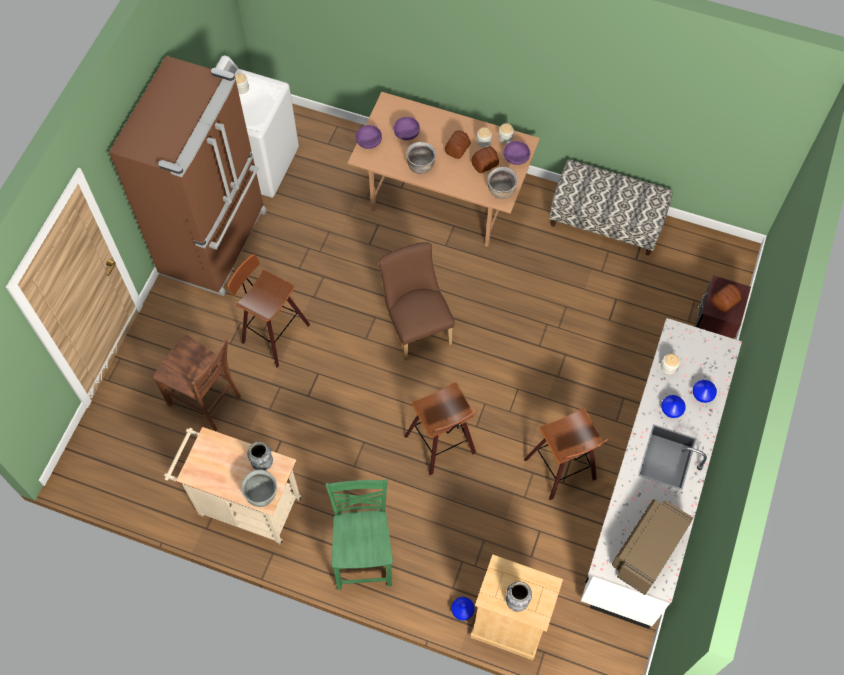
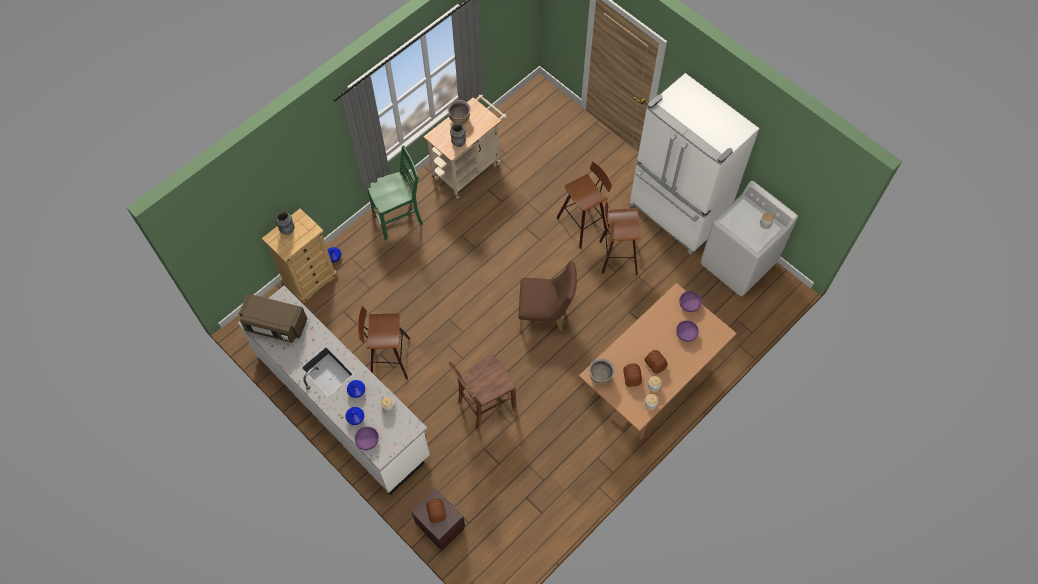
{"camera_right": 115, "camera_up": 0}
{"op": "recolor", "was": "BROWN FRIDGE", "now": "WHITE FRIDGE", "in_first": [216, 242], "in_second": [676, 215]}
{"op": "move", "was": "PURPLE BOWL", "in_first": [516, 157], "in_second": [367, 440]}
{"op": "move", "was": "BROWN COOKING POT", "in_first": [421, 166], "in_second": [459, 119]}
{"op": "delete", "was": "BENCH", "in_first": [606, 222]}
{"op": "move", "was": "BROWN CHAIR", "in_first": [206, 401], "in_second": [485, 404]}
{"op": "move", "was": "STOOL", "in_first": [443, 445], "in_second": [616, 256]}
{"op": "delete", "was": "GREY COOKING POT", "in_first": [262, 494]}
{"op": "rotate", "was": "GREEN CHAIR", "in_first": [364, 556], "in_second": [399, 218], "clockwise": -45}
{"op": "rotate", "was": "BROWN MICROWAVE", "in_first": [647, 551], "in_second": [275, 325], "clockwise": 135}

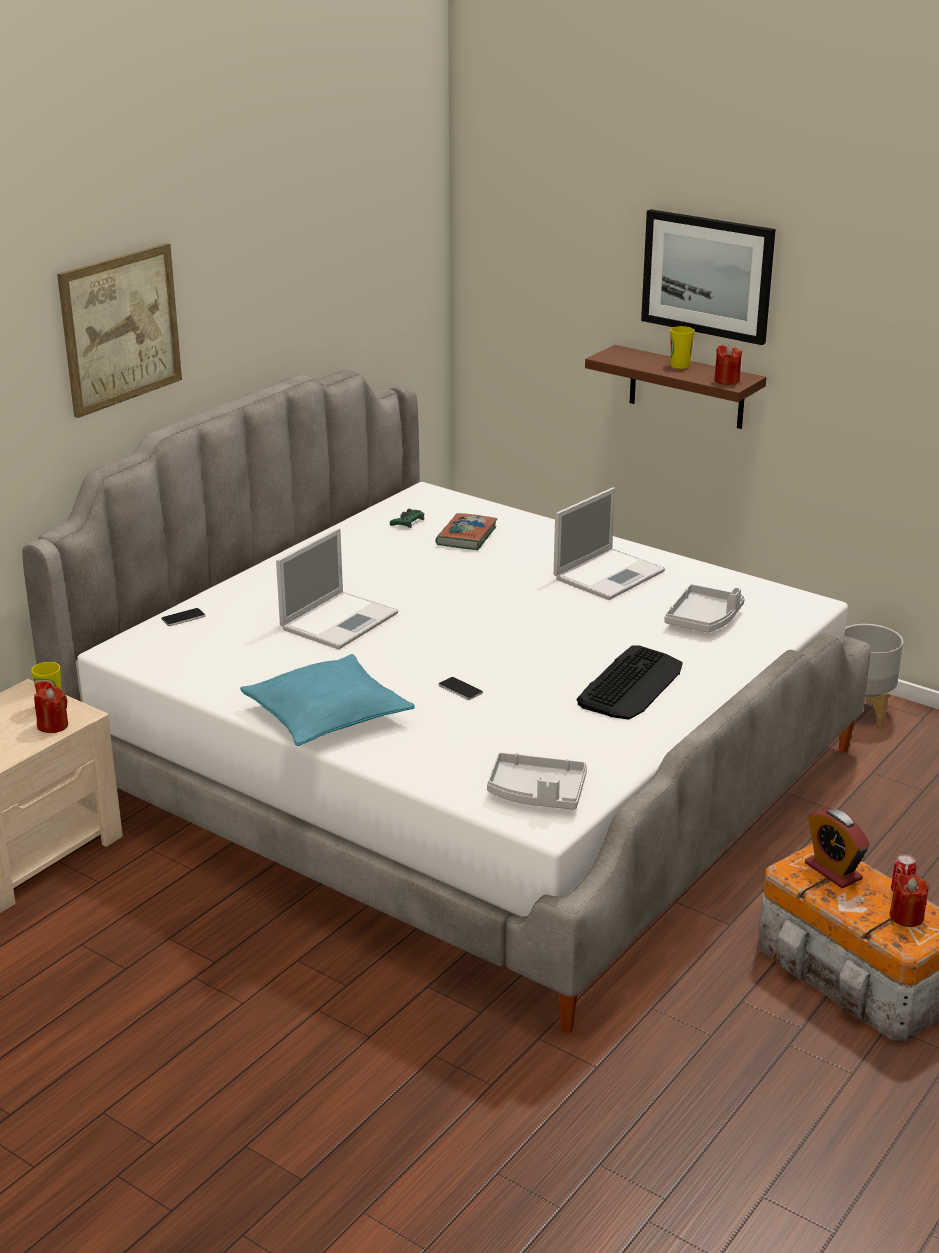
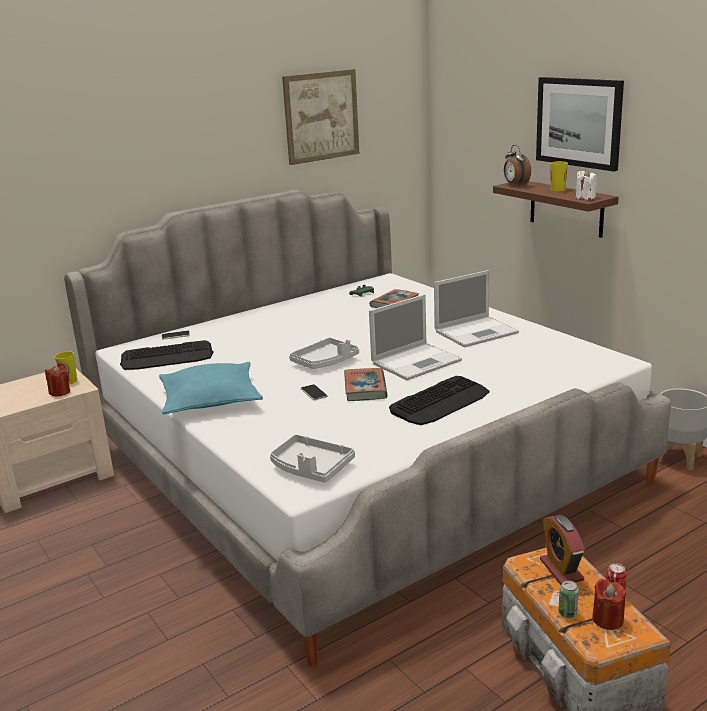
{"camera_right": 20, "camera_up": -5}
{"op": "move", "was": "PICTURE", "in_first": [120, 329], "in_second": [321, 116]}
{"op": "recolor", "was": "RED CANDLE", "now": "WHITE CANDLE", "in_first": [726, 380], "in_second": [585, 197]}
{"op": "move", "was": "LAPTOP", "in_first": [340, 620], "in_second": [417, 361]}
{"op": "move", "was": "GREY TRAY", "in_first": [704, 620], "in_second": [325, 362]}
{"op": "insert", "now": "ALARM CLOCK", "in_second": [515, 185]}
{"op": "insert", "now": "KEYBOARD", "in_second": [167, 357]}
{"op": "insert", "now": "BOOK", "in_second": [365, 388]}
{"op": "insert", "now": "CAN", "in_second": [567, 613]}

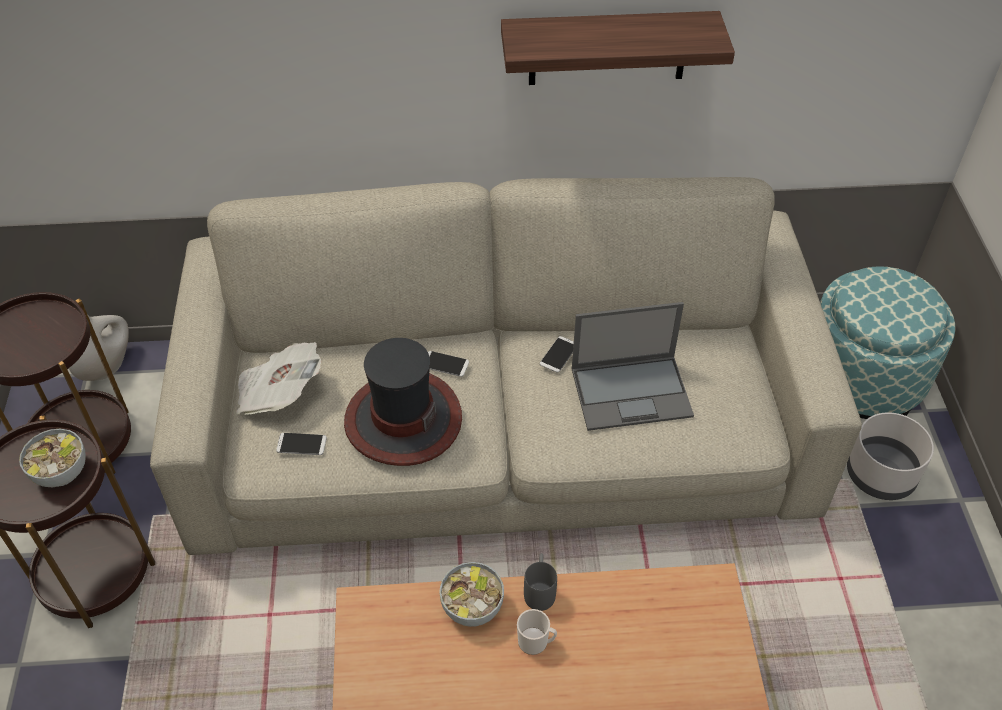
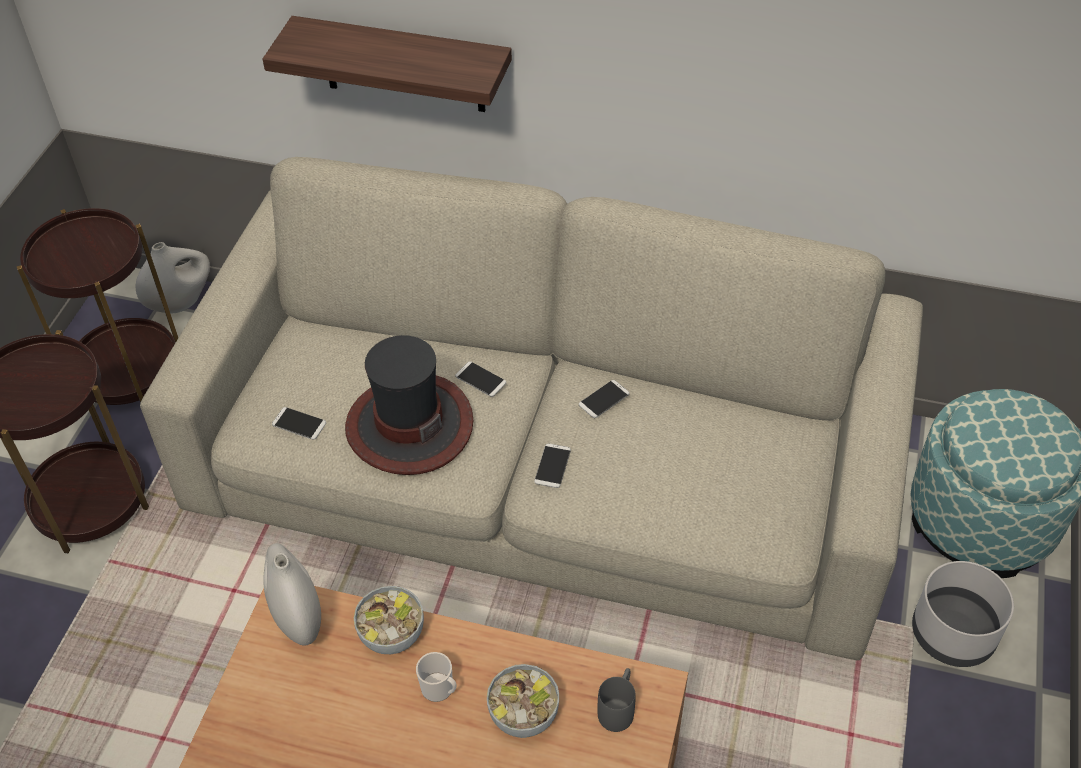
{"camera_right": 20, "camera_up": 0}
{"op": "move", "was": "SHELF", "in_first": [608, 48], "in_second": [403, 65]}
{"op": "delete", "was": "LAPTOP", "in_first": [632, 392]}
{"op": "delete", "was": "NEWSPAPER", "in_first": [279, 394]}
{"op": "move", "was": "BOWL", "in_first": [61, 472], "in_second": [523, 714]}
{"op": "move", "was": "GREY MUG", "in_first": [539, 589], "in_second": [618, 708]}
{"op": "insert", "now": "PHONE", "in_second": [552, 466]}
{"op": "insert", "now": "WHITE VASE", "in_second": [297, 617]}

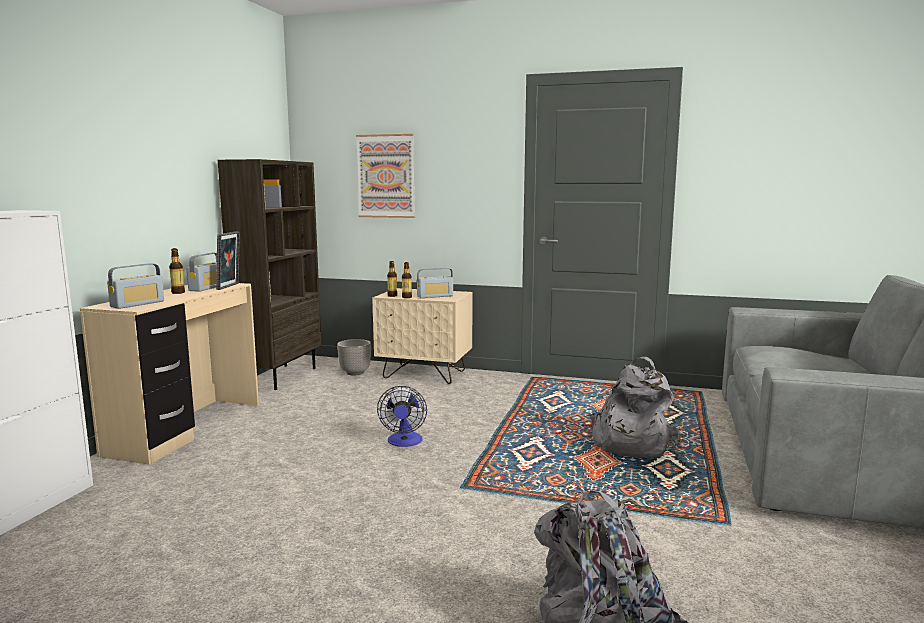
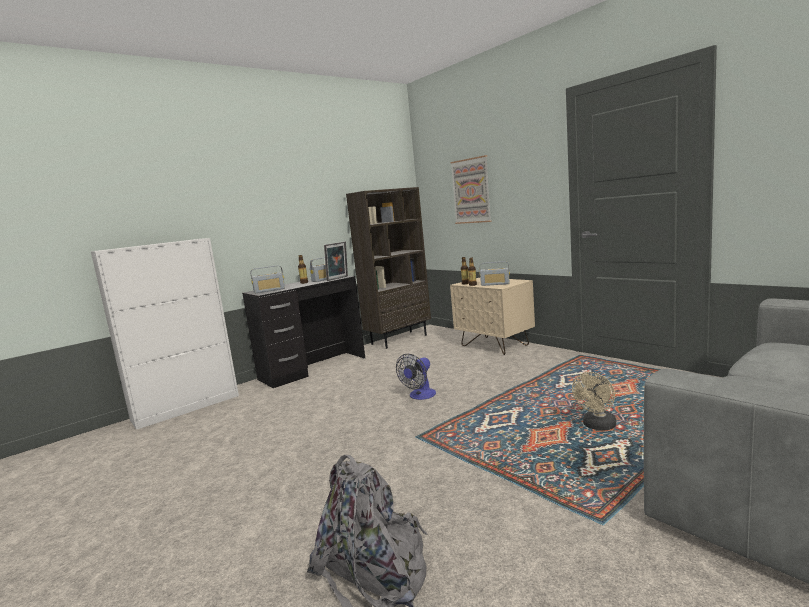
{"camera_right": 35, "camera_up": 0}
{"op": "recolor", "was": "BEIGE DESK", "now": "BLACK DESK", "in_first": [188, 428], "in_second": [314, 369]}
{"op": "delete", "was": "PLANTER", "in_first": [354, 373]}
{"op": "replace", "was": "GREY BACKPACK", "now": "BEIGE FAN", "in_first": [629, 443], "in_second": [597, 426]}

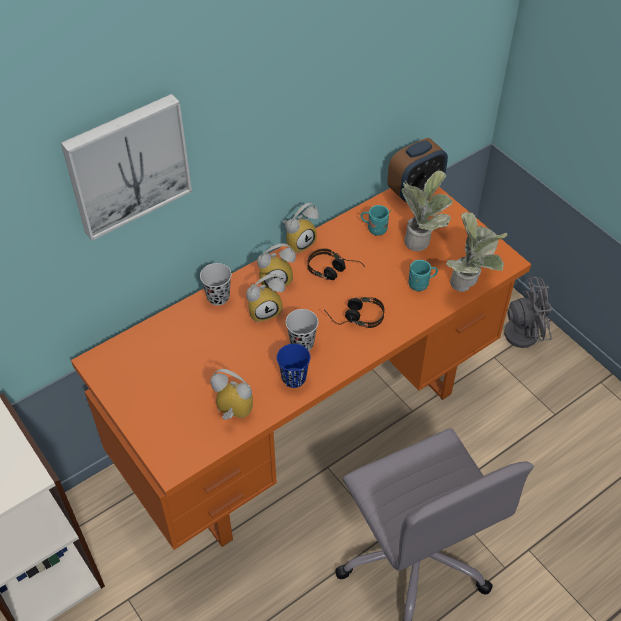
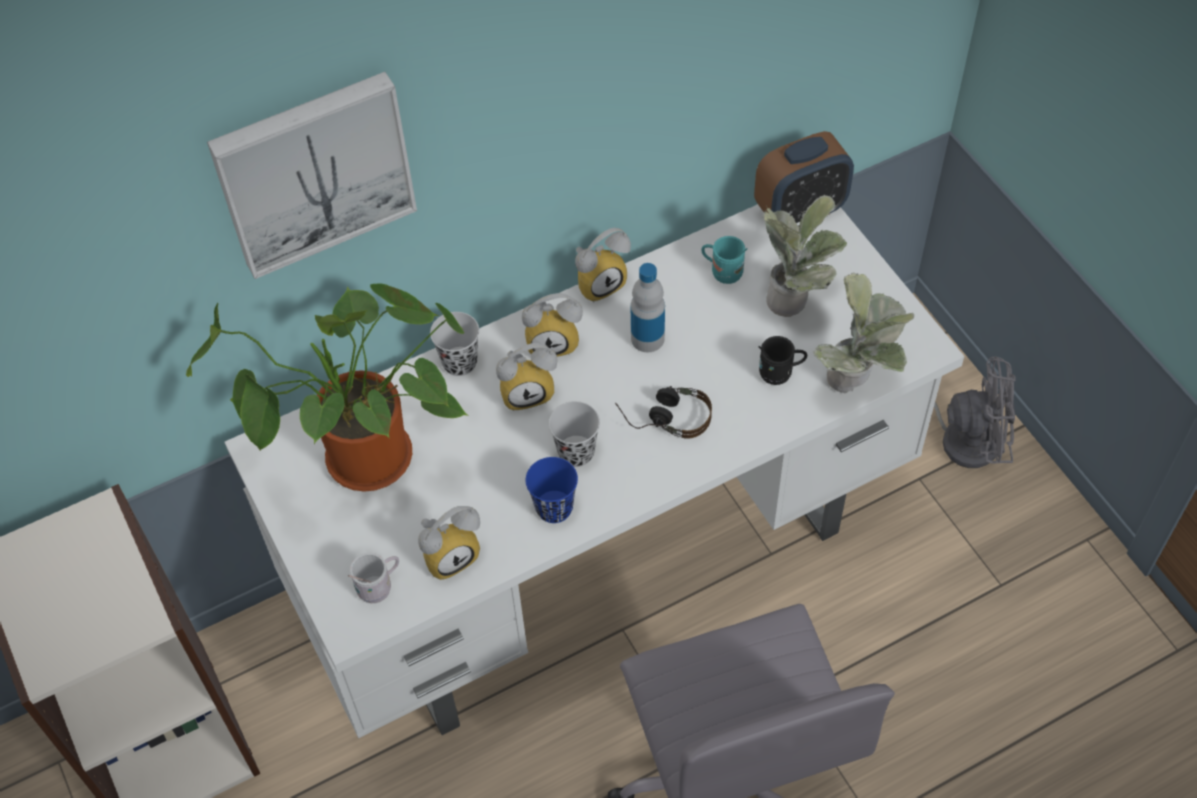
{"camera_right": 10, "camera_up": 5}
{"op": "recolor", "was": "ORANGE DESK", "now": "WHITE DESK", "in_first": [310, 426], "in_second": [605, 560]}
{"op": "replace", "was": "HEADPHONES", "now": "BOTTLE", "in_first": [335, 272], "in_second": [647, 338]}
{"op": "recolor", "was": "TURQUOISE MUG", "now": "BLACK MUG", "in_first": [421, 284], "in_second": [780, 373]}
{"op": "rotate", "was": "ALARM CLOCK", "in_first": [231, 413], "in_second": [450, 554], "clockwise": 120}
{"op": "insert", "now": "POTTED PLANT", "in_second": [362, 466]}
{"op": "insert", "now": "WHITE MUG", "in_second": [379, 586]}

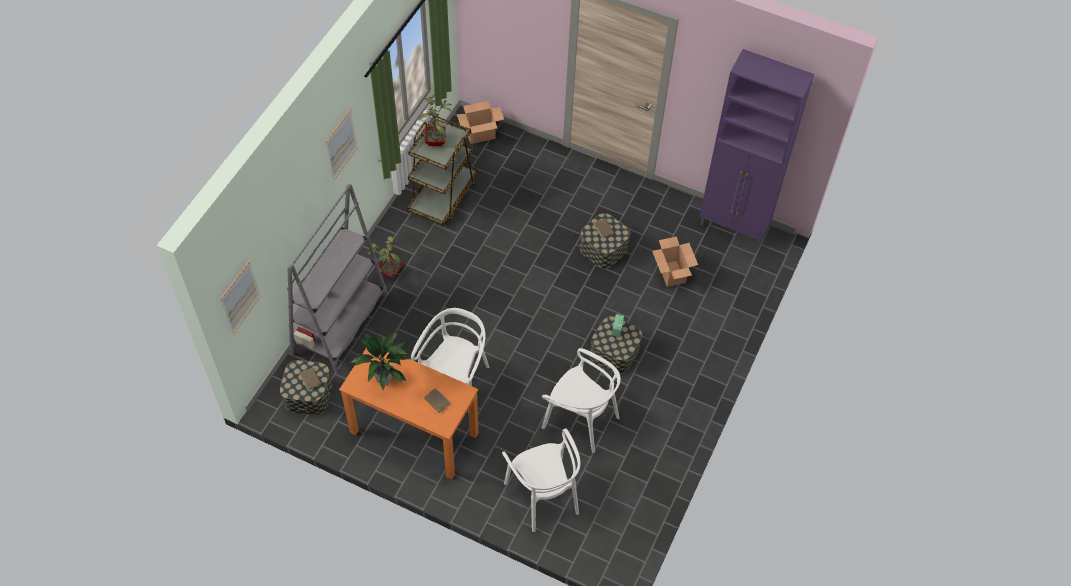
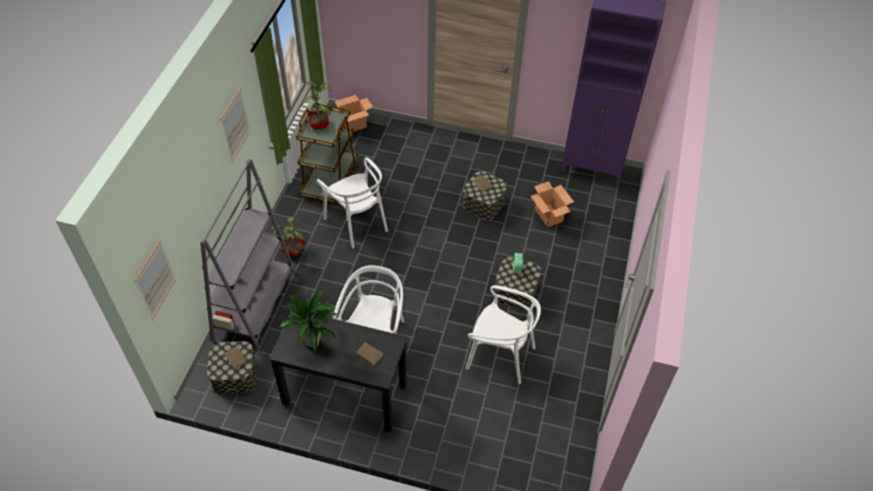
{"camera_right": -10, "camera_up": -5}
{"op": "recolor", "was": "ORANGE DESK", "now": "BLACK DESK", "in_first": [413, 432], "in_second": [344, 394]}
{"op": "move", "was": "WHITE CHAIR", "in_first": [543, 496], "in_second": [357, 223]}

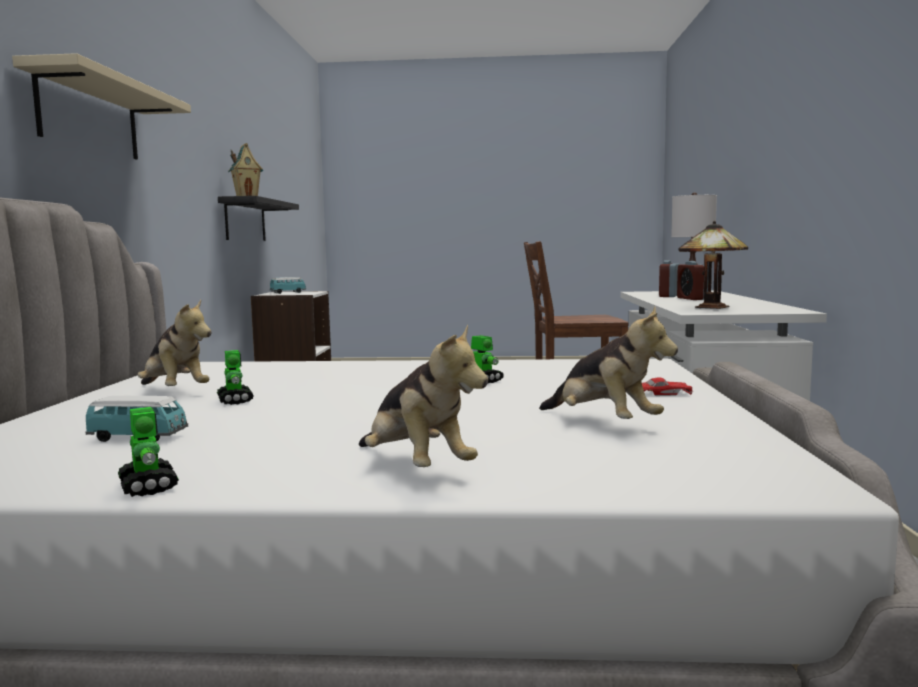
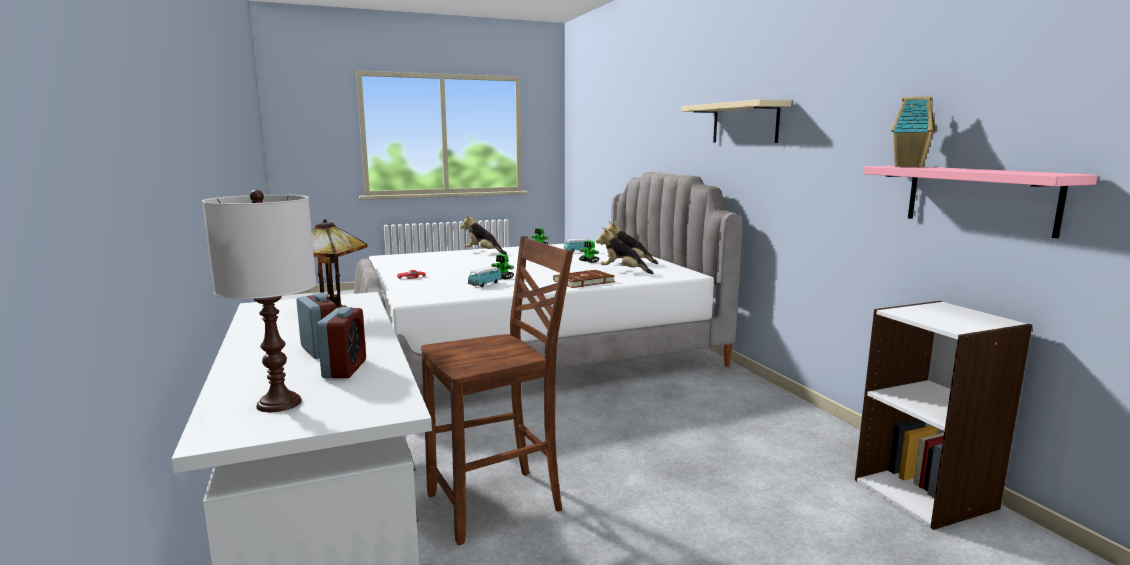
{"camera_right": 155, "camera_up": 5}
{"op": "recolor", "was": "BLACK SHELF", "now": "PINK SHELF", "in_first": [245, 220], "in_second": [979, 198]}
{"op": "move", "was": "TOY CAR", "in_first": [288, 293], "in_second": [485, 284]}
{"op": "move", "was": "PLUSH TOY", "in_first": [603, 423], "in_second": [623, 271]}
{"op": "insert", "now": "BROWN BOOK", "in_second": [583, 281]}

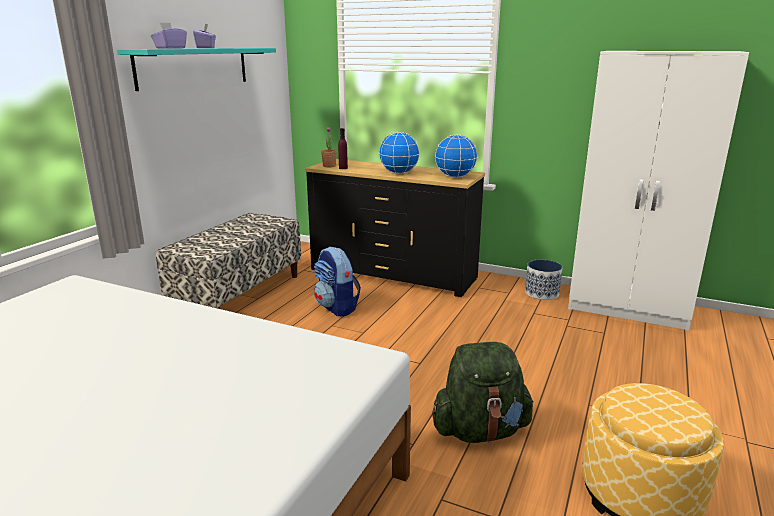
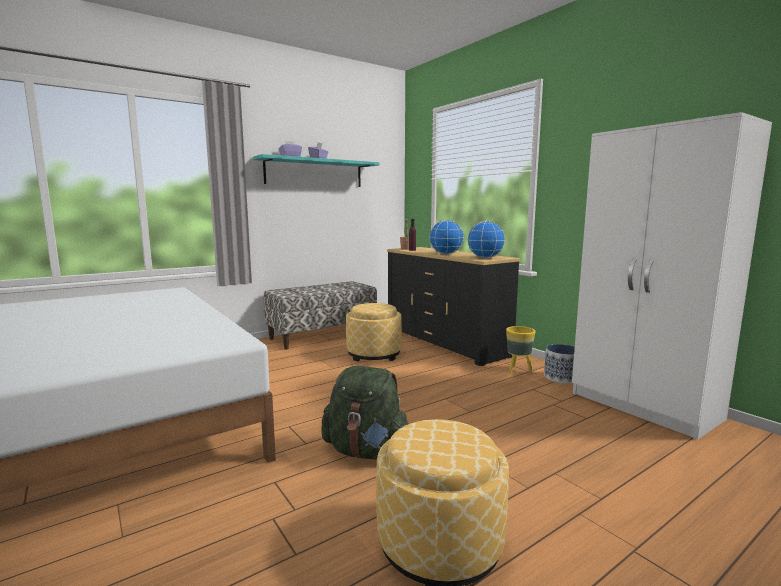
{"camera_right": 30, "camera_up": -10}
{"op": "replace", "was": "BACKPACK", "now": "OTTOMAN", "in_first": [337, 308], "in_second": [374, 354]}
{"op": "insert", "now": "YELLOW PLANTER", "in_second": [518, 370]}

